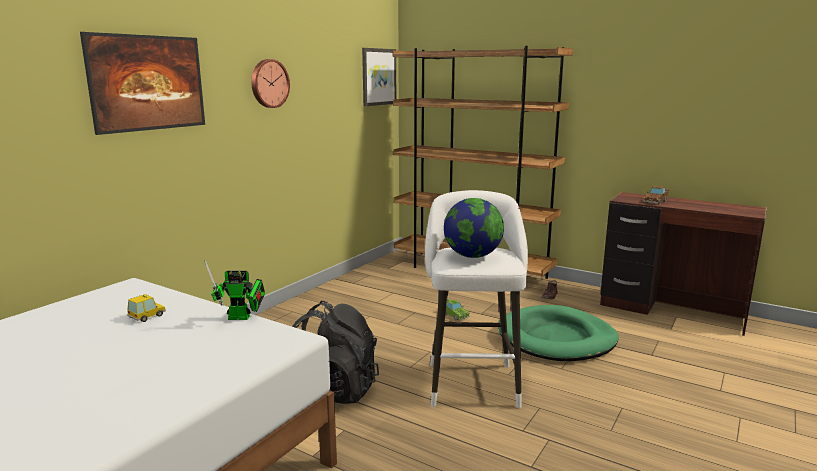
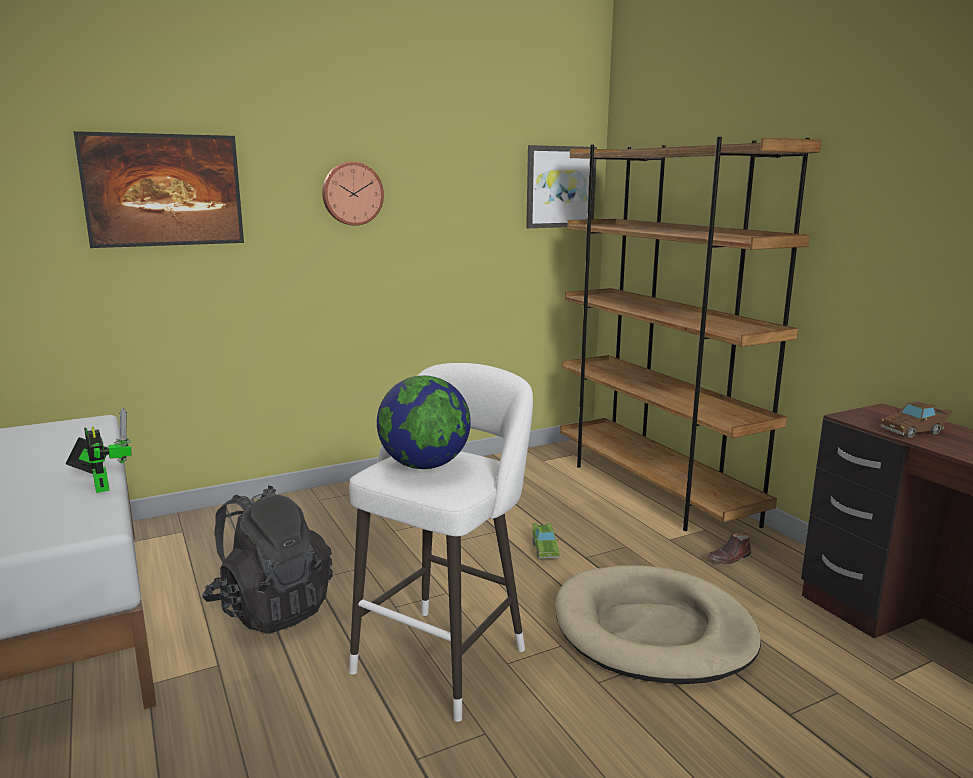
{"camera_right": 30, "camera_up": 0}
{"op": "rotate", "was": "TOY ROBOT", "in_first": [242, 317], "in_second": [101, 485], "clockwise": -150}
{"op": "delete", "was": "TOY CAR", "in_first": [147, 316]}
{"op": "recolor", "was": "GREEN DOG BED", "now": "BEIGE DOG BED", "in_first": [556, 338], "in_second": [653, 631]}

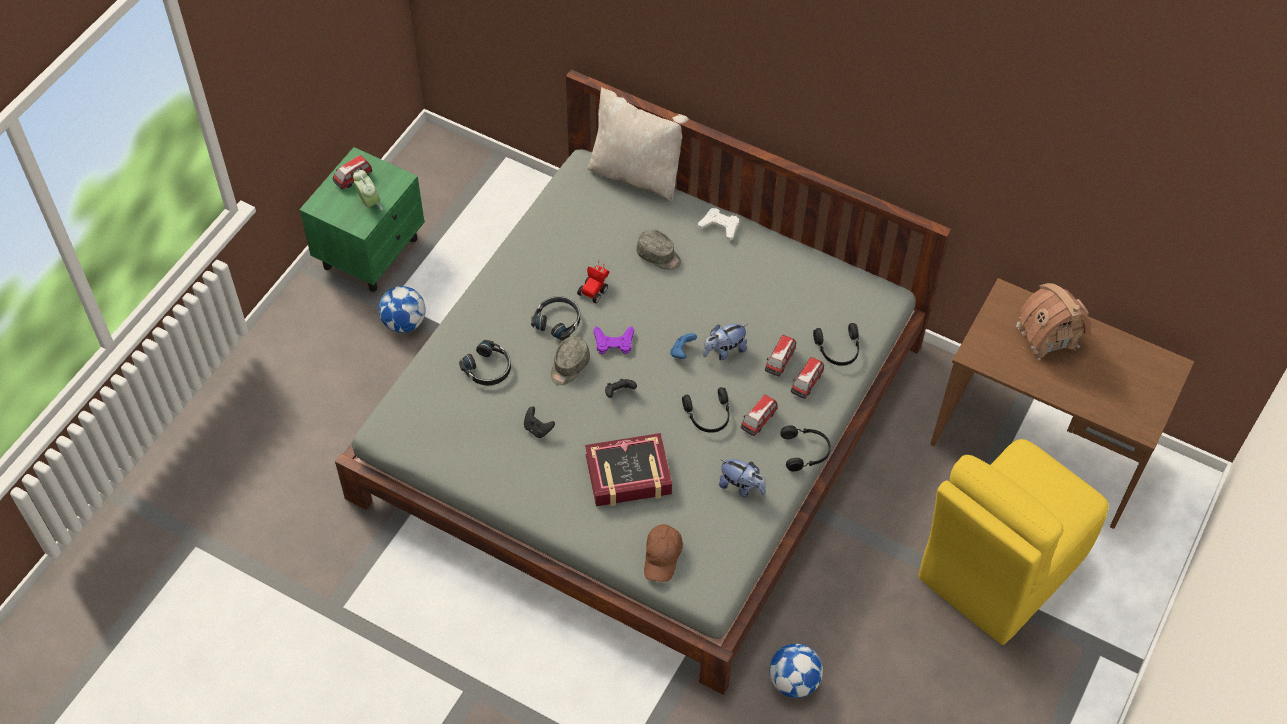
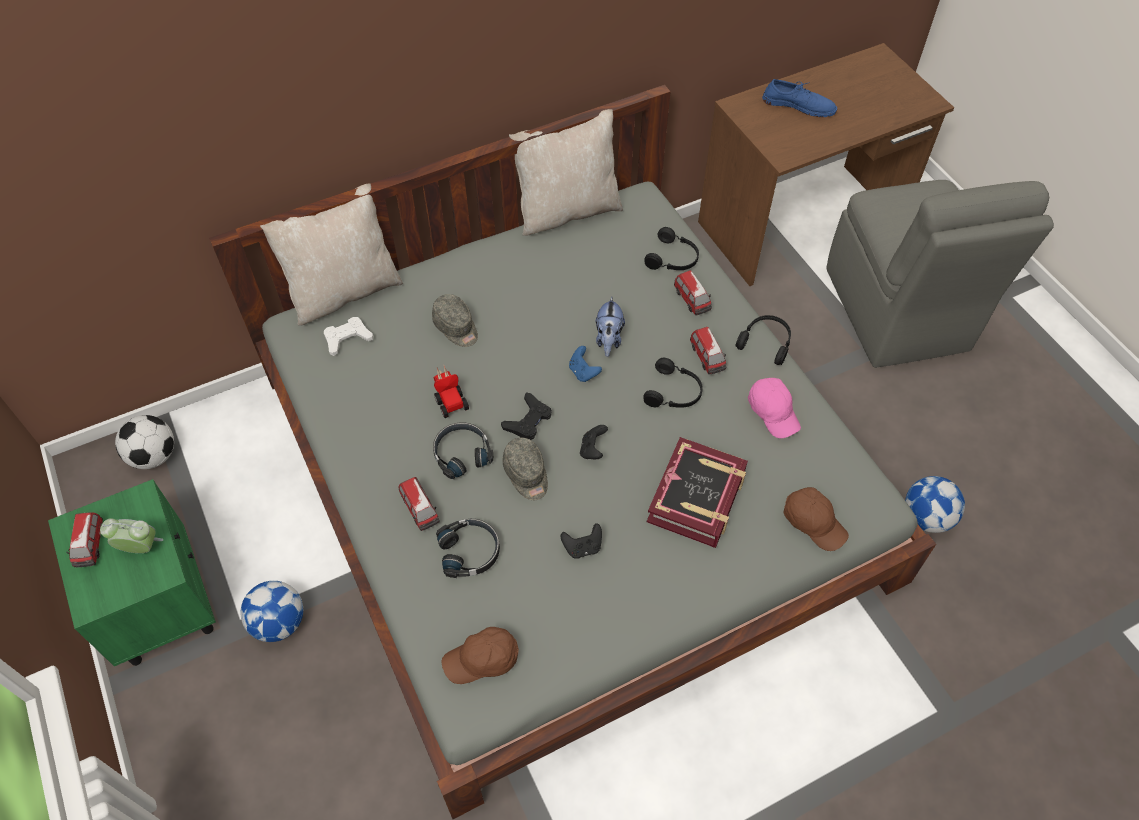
{"camera_right": -55, "camera_up": 0}
{"op": "move", "was": "WHITE GAME CONTROLLER", "in_first": [719, 226], "in_second": [347, 338]}
{"op": "rotate", "was": "GREY CAP", "in_first": [659, 256], "in_second": [456, 328], "clockwise": 75}
{"op": "replace", "was": "TOY HOUSE", "now": "BLUE SHOE", "in_first": [1047, 336], "in_second": [799, 105]}
{"op": "recolor", "was": "PURPLE GAME CONTROLLER", "now": "BLACK GAME CONTROLLER", "in_first": [613, 342], "in_second": [528, 420]}
{"op": "move", "was": "TOY CAR", "in_first": [780, 361], "in_second": [420, 509]}
{"op": "recolor", "was": "YELLOW CHAIR", "now": "GREY CHAIR", "in_first": [998, 569], "in_second": [897, 312]}
{"op": "replace", "was": "PLUSH TOY", "now": "PINK CAP", "in_first": [741, 487], "in_second": [773, 412]}
{"op": "insert", "now": "BEIGE PILLOW", "in_second": [567, 210]}
{"op": "insert", "now": "FOOTBALL", "in_second": [154, 456]}
{"op": "insert", "now": "BROWN CAP", "in_second": [482, 660]}

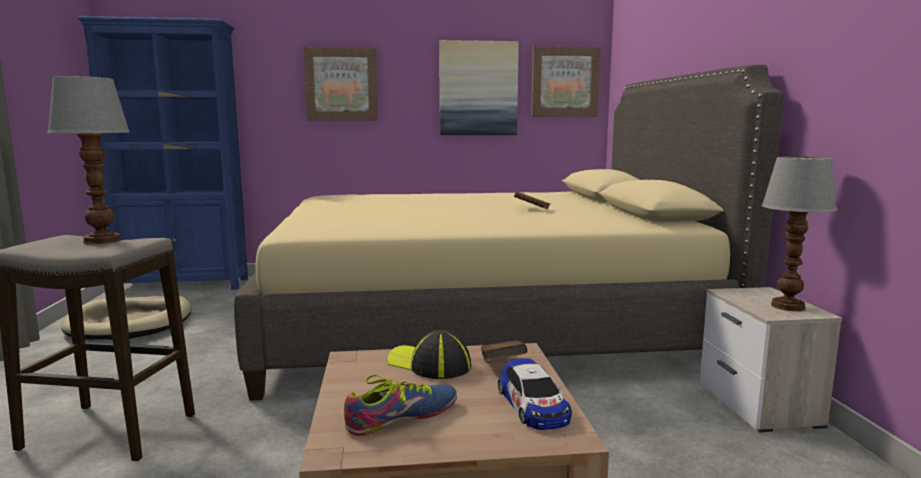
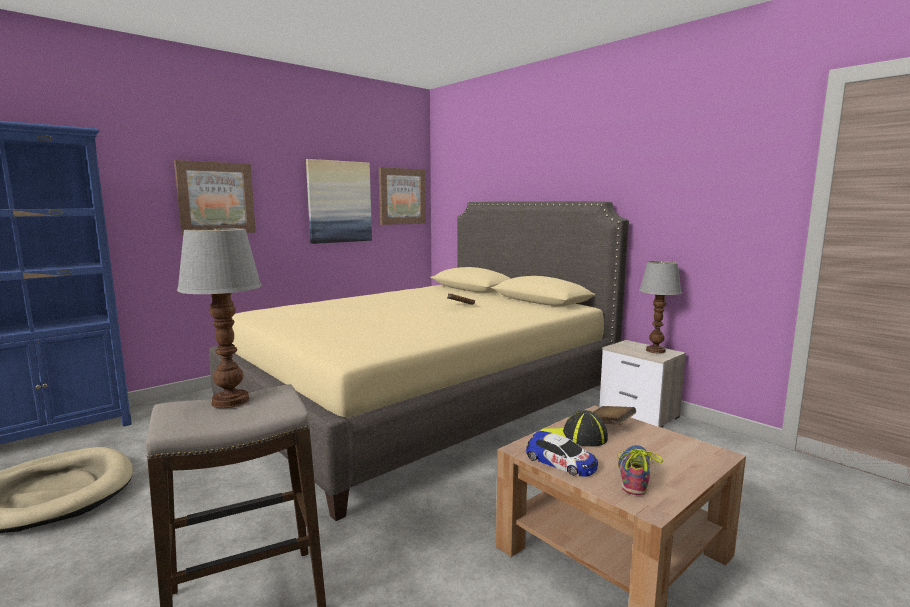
{"camera_right": -35, "camera_up": 0}
{"op": "move", "was": "TOY CAR", "in_first": [533, 406], "in_second": [561, 462]}

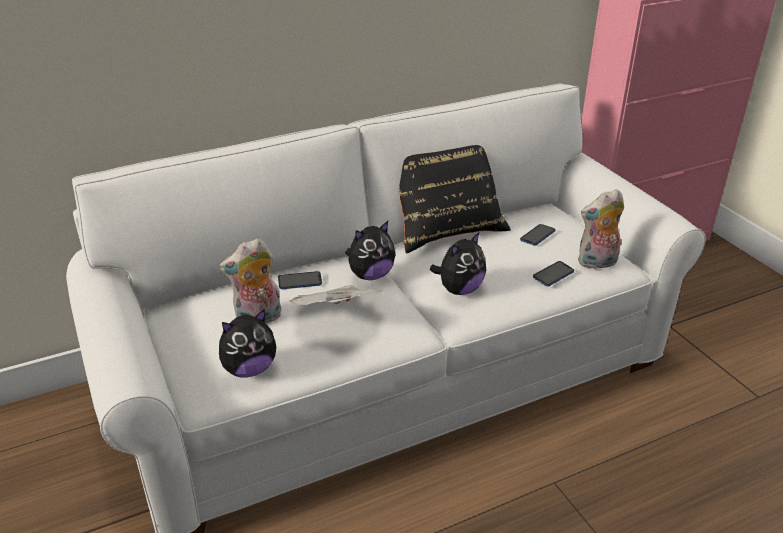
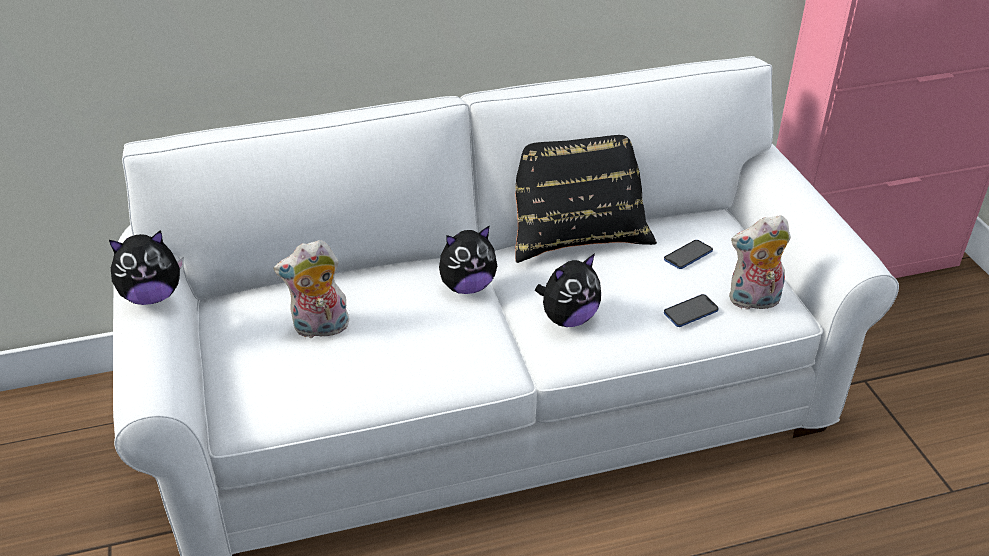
{"camera_right": 10, "camera_up": 5}
{"op": "delete", "was": "PHONE", "in_first": [300, 281]}
{"op": "delete", "was": "NEWSPAPER", "in_first": [337, 315]}
{"op": "move", "was": "PLUSH TOY", "in_first": [249, 369], "in_second": [152, 296]}

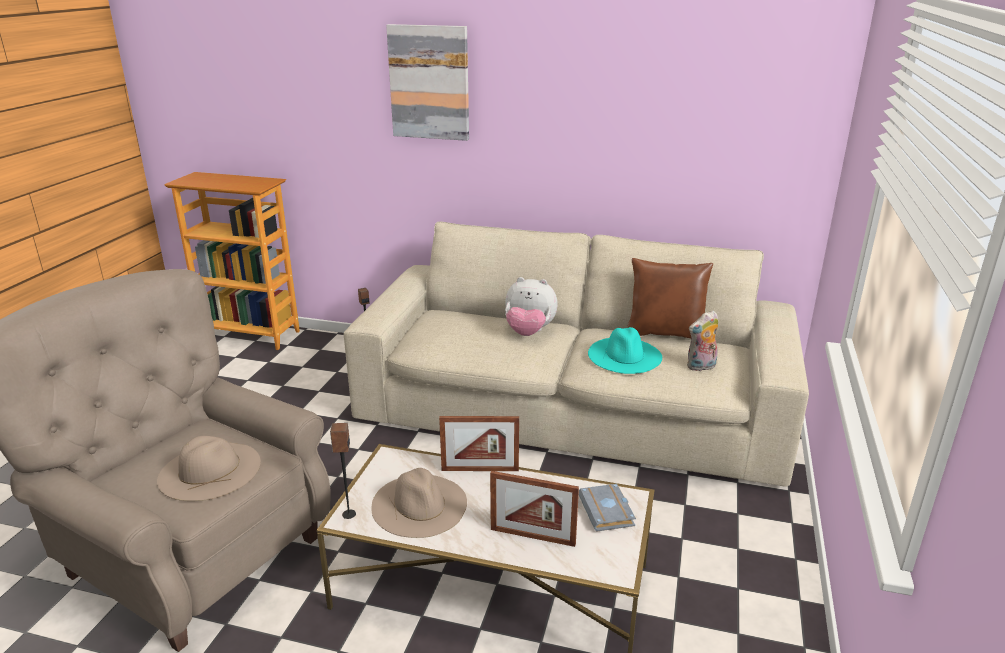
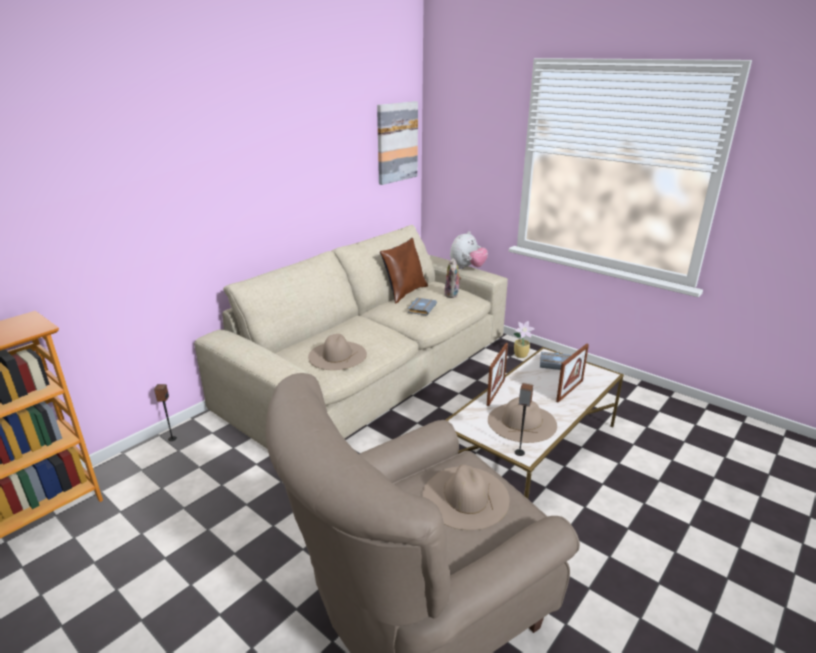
{"camera_right": -65, "camera_up": 0}
{"op": "move", "was": "PICTURE", "in_first": [429, 82], "in_second": [396, 142]}
{"op": "move", "was": "PLUSH TOY", "in_first": [529, 332], "in_second": [467, 268]}
{"op": "replace", "was": "TURQUOISE HAT", "now": "GREY BOOK", "in_first": [624, 355], "in_second": [421, 308]}
{"op": "insert", "now": "POTTED PLANT", "in_second": [521, 355]}
{"op": "insert", "now": "BEIGE HAT", "in_second": [337, 355]}

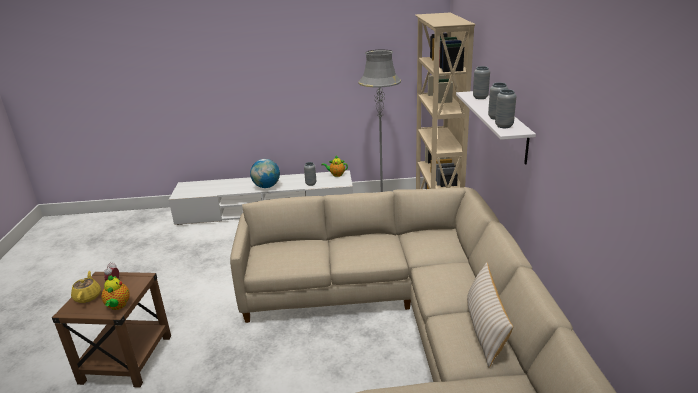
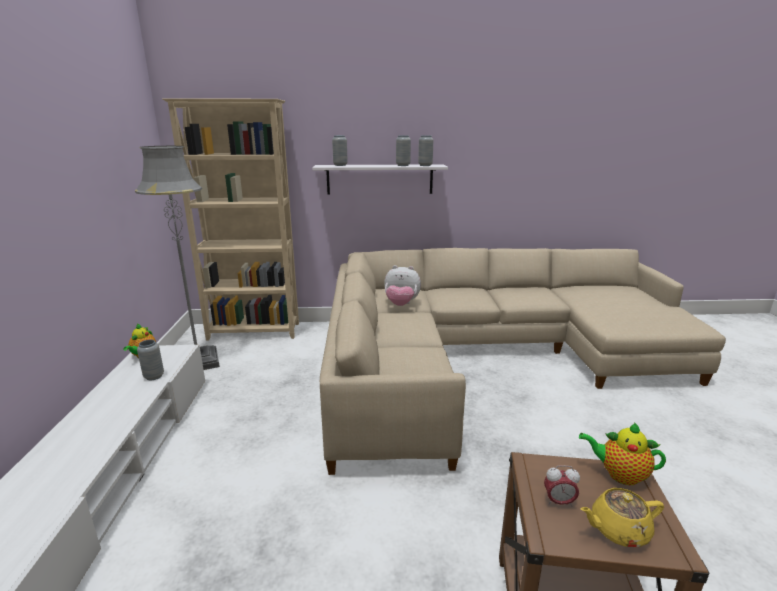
{"camera_right": -90, "camera_up": -5}
{"op": "delete", "was": "GLOBE", "in_first": [266, 186]}
{"op": "delete", "was": "BEIGE PILLOW", "in_first": [485, 329]}
{"op": "rotate", "was": "TEAPOT", "in_first": [118, 306], "in_second": [619, 474], "clockwise": -150}
{"op": "insert", "now": "PLUSH TOY", "in_second": [401, 304]}

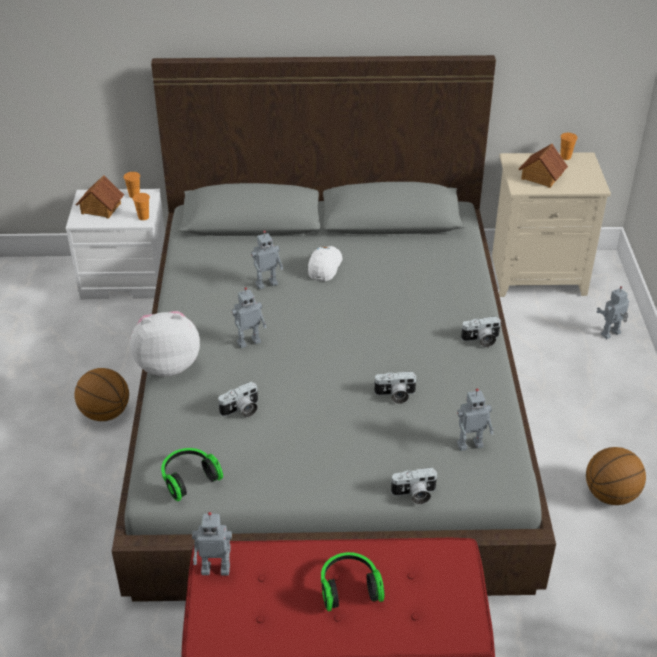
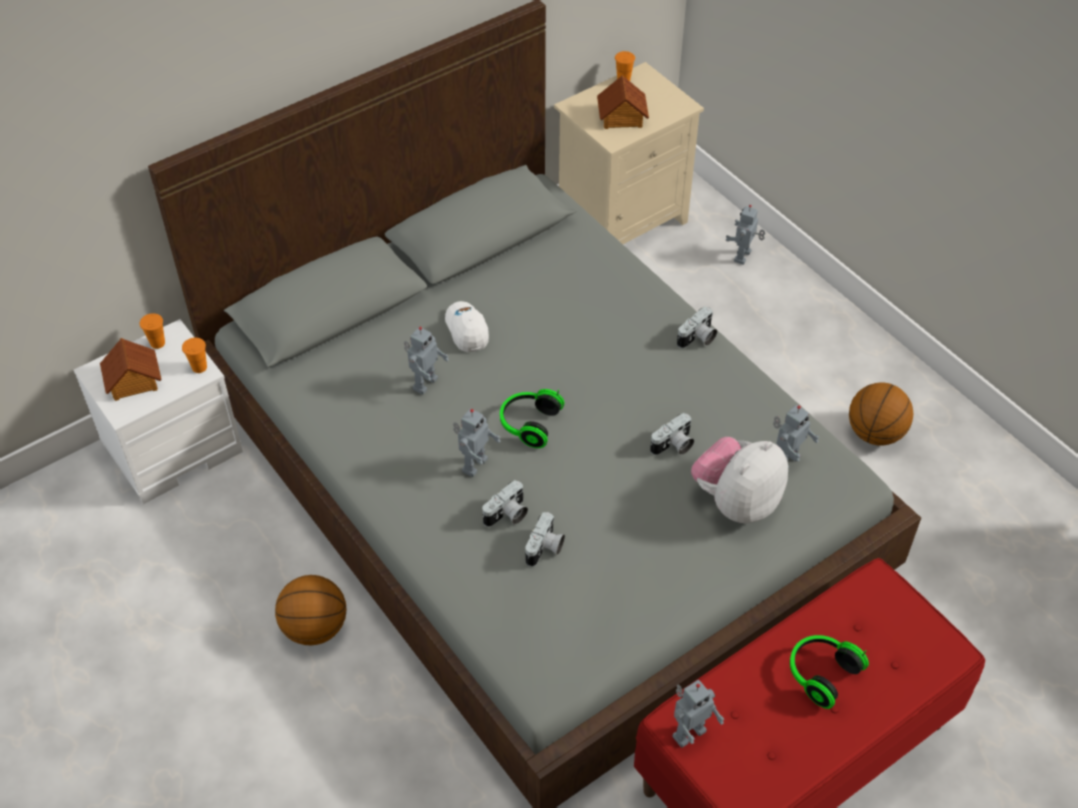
{"camera_right": -35, "camera_up": 10}
{"op": "move", "was": "PLUSH TOY", "in_first": [167, 364], "in_second": [736, 501]}
{"op": "move", "was": "HEADPHONES", "in_first": [188, 478], "in_second": [528, 424]}
{"op": "move", "was": "PHOTO CAMERA", "in_first": [414, 494], "in_second": [507, 515]}

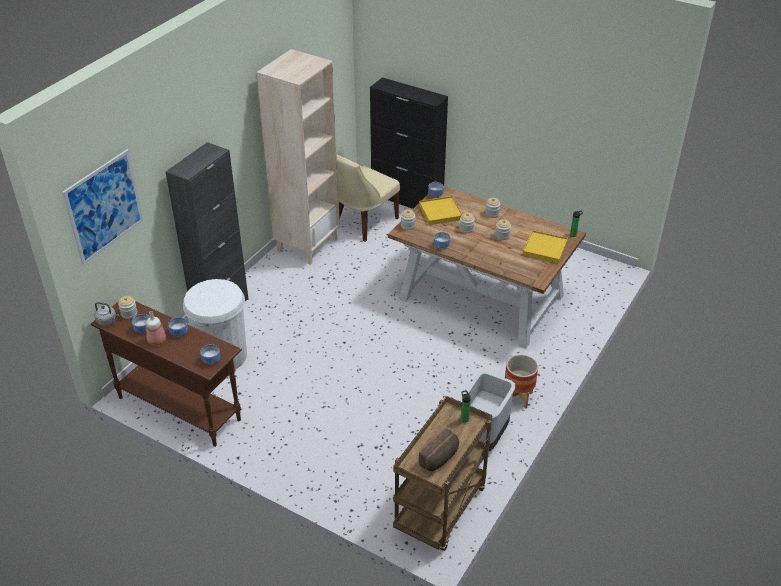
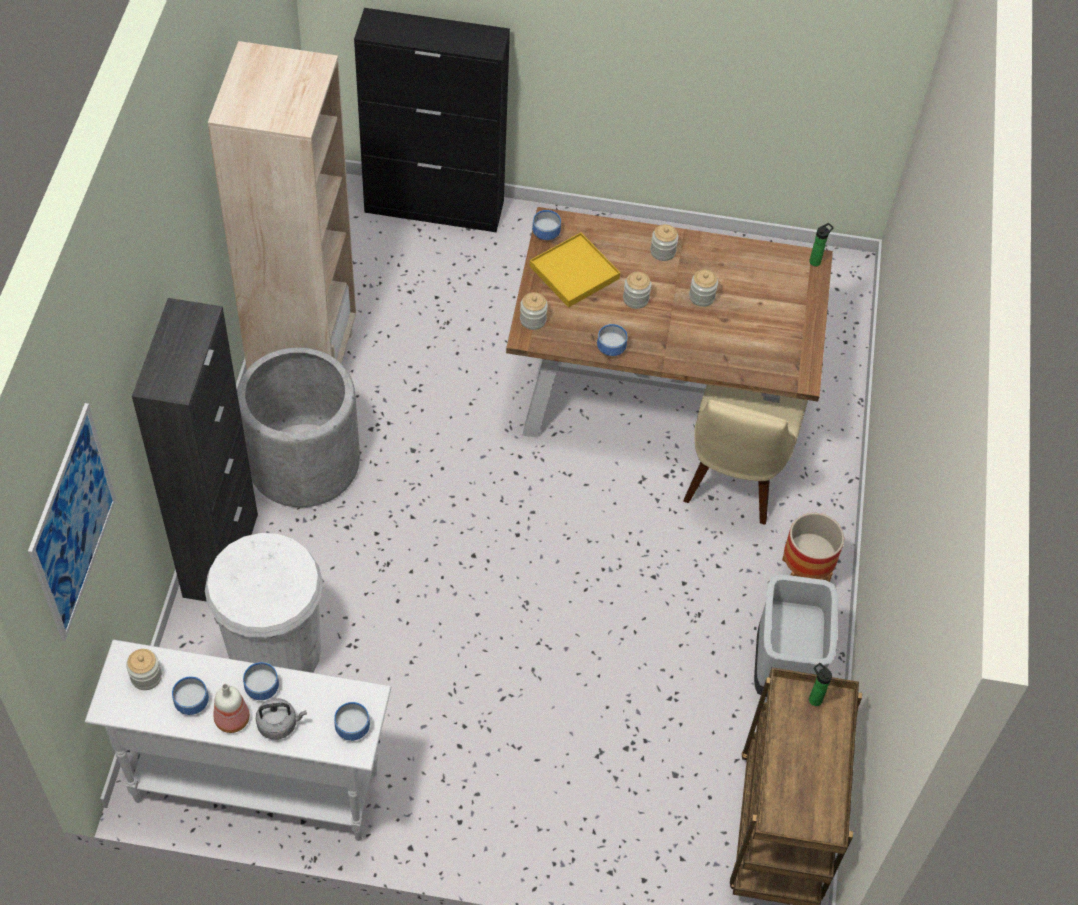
{"camera_right": -25, "camera_up": 15}
{"op": "move", "was": "BEIGE CHAIR", "in_first": [363, 223], "in_second": [734, 477]}
{"op": "delete", "was": "YELLOW TRAY", "in_first": [545, 248]}
{"op": "recolor", "was": "BROWN CONSOLE TABLE", "now": "WHITE CONSOLE TABLE", "in_first": [179, 408], "in_second": [256, 785]}
{"op": "move", "was": "GREY KETTLE", "in_first": [108, 321], "in_second": [279, 724]}
{"op": "delete", "was": "BREAD", "in_first": [440, 458]}
{"op": "insert", "now": "GREY PLANTER", "in_second": [303, 462]}

